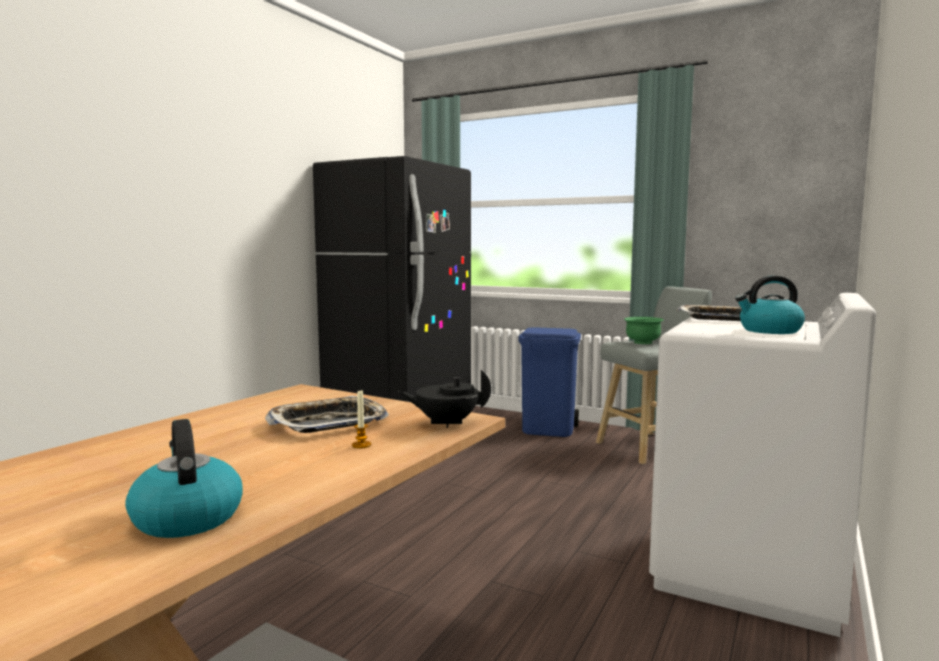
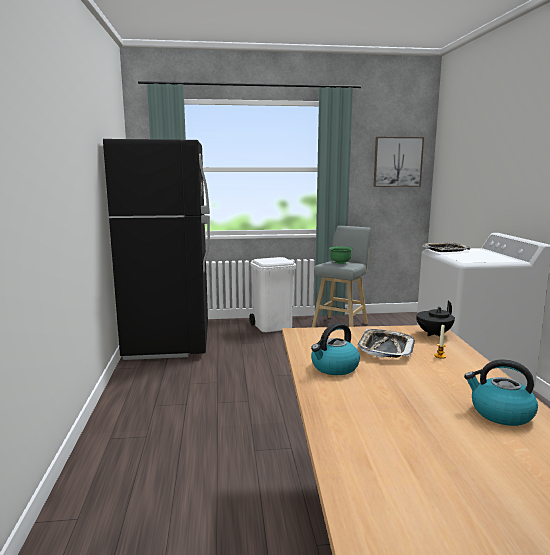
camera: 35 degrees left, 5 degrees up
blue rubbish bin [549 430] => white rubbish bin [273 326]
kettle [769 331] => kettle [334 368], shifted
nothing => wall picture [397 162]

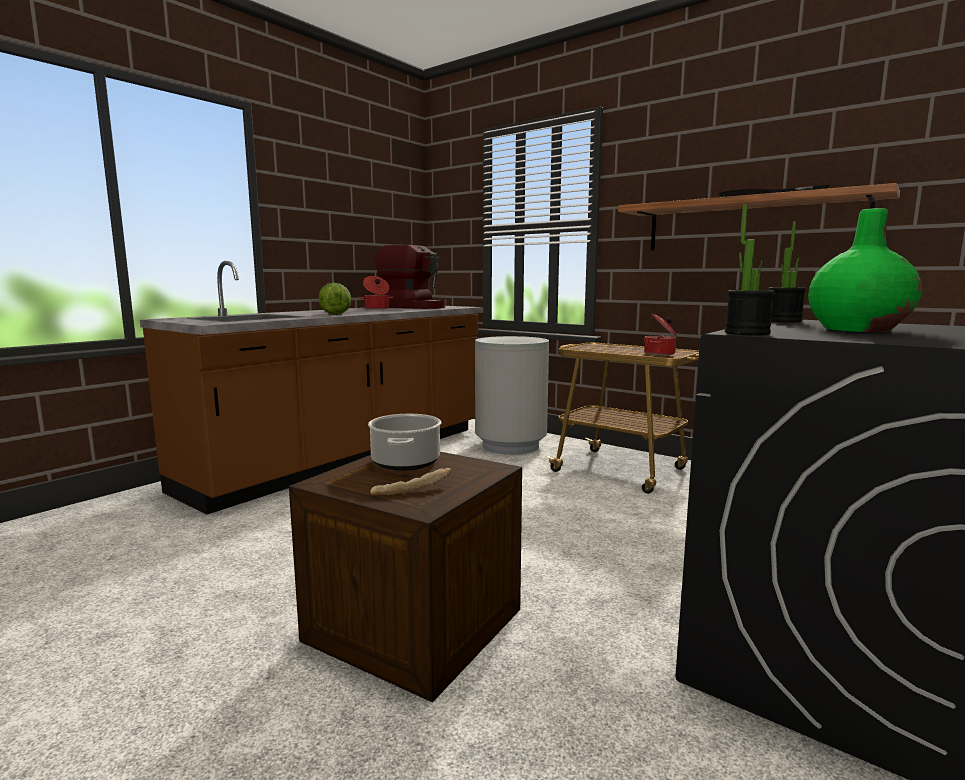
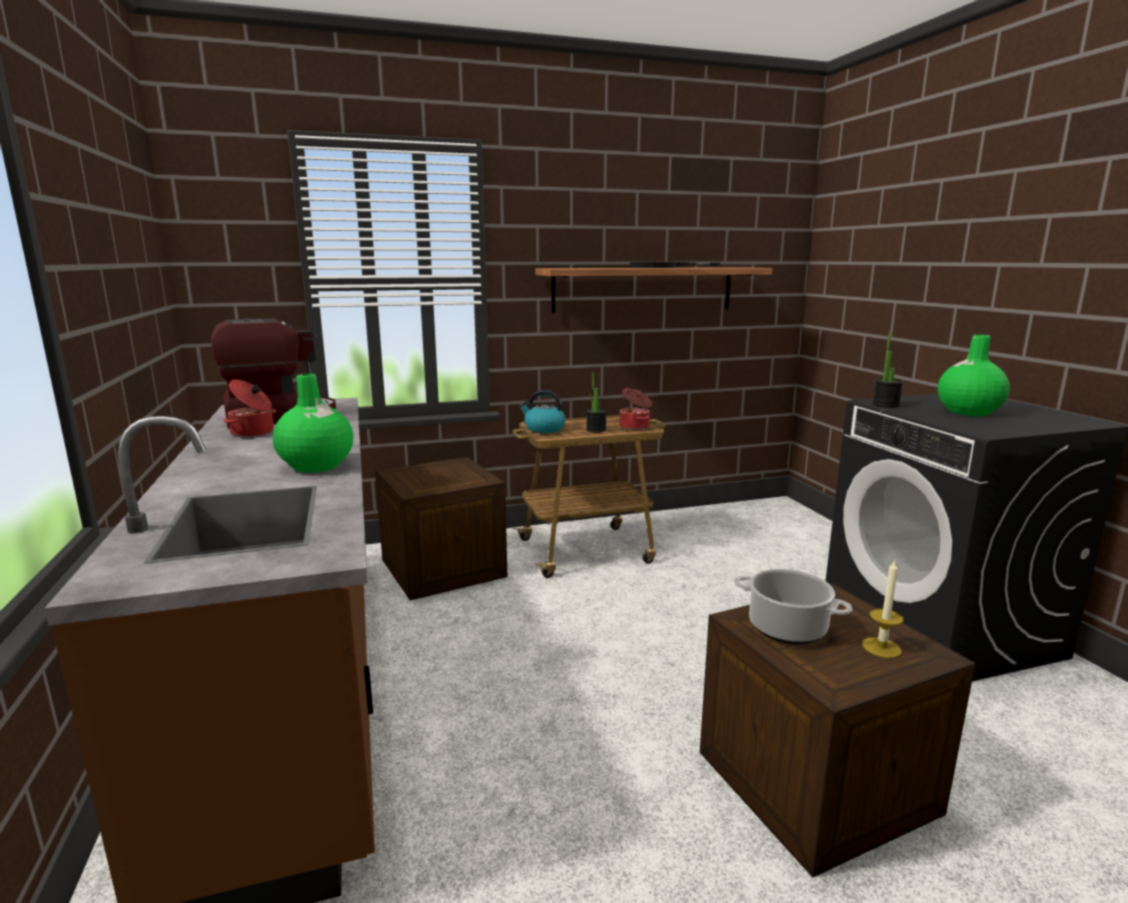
camera: 55 degrees left, 5 degrees up
head of lettuce [335 314] => green vase [316 466]
baked bread [412 490] => wax candle [881 647]
gray rubbish bin [511 446] => crate [443 568]
potted plant [747 333] => potted plant [596 430], shifted
nothing => kettle [544 429]

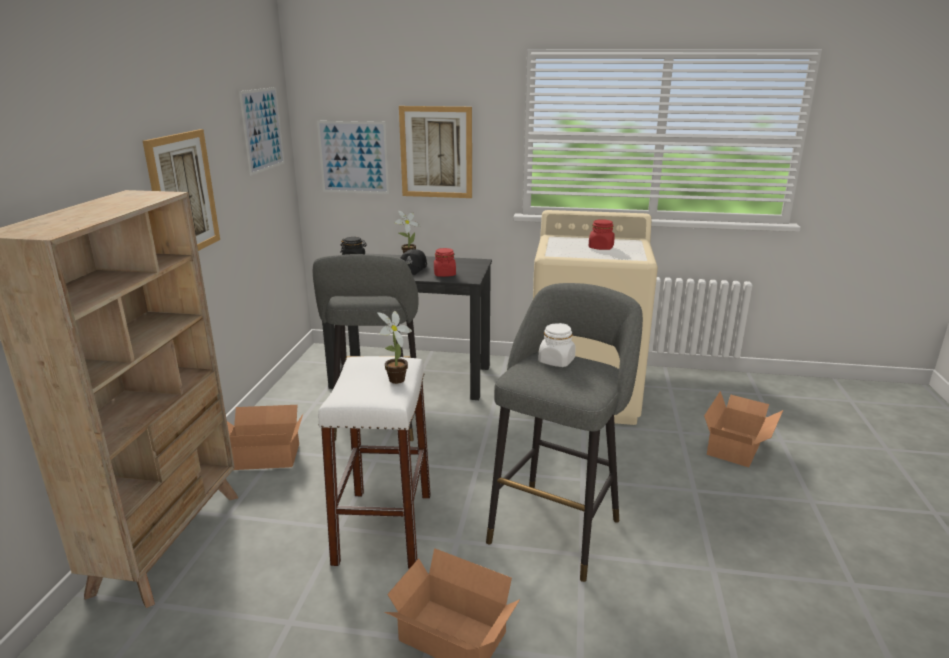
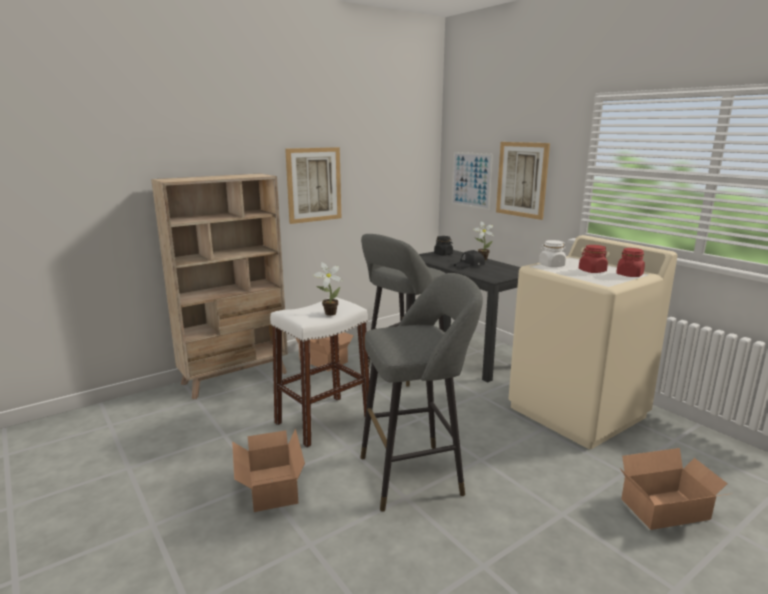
camera: 45 degrees right, 5 degrees down
wall picture [262 130] => nothing
reddish jar [444 274] => reddish jar [629 275], shifted
white jar [556 361] => white jar [551 265], shifted

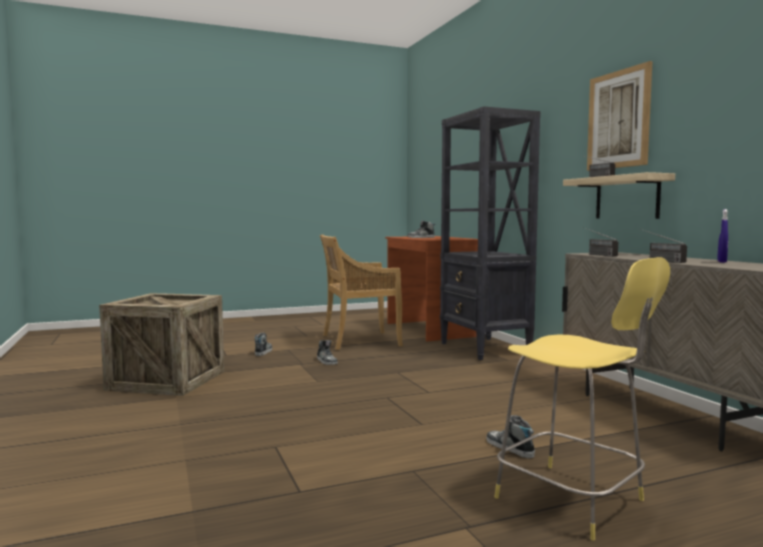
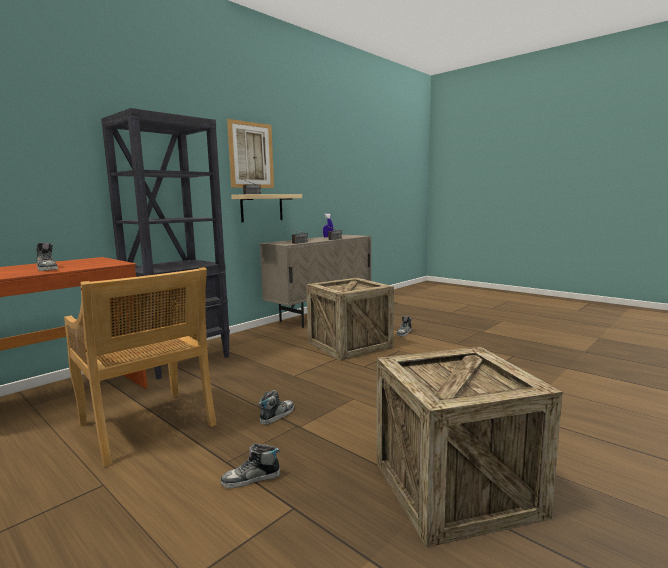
camera: 115 degrees left, 5 degrees up
yellow stool [574 501] => nothing
nothing => crate [349 345]

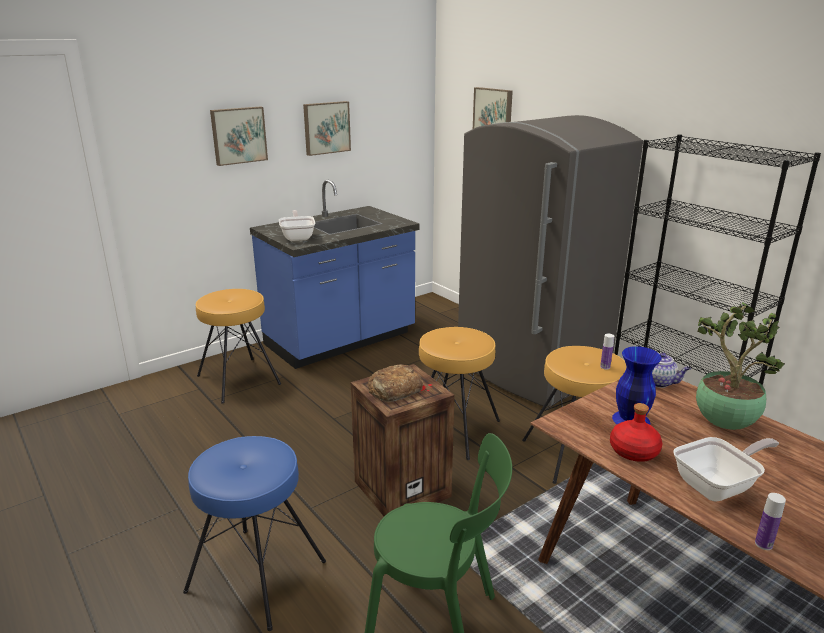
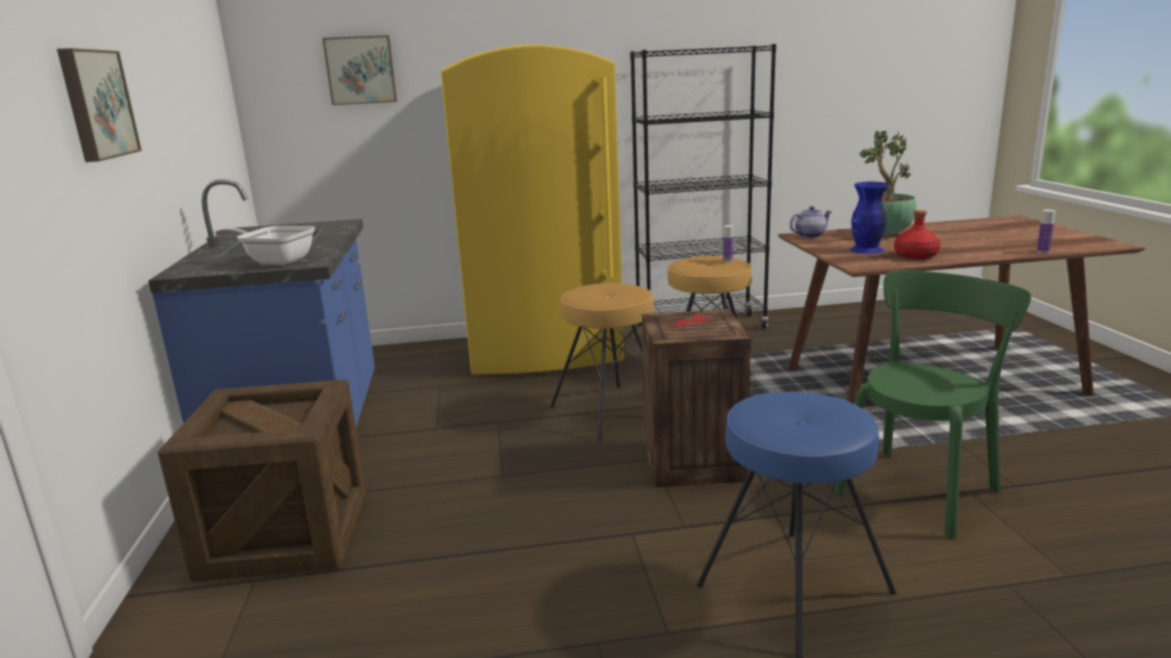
camera: 60 degrees left, 5 degrees down
brown-coloured stool [239 379] => crate [285 534]
wall picture [326 127] => nothing
baked bread [394 389] => nothing
gray refrigerator [530 370] => yellow refrigerator [545 351]
pan [719 486] => nothing

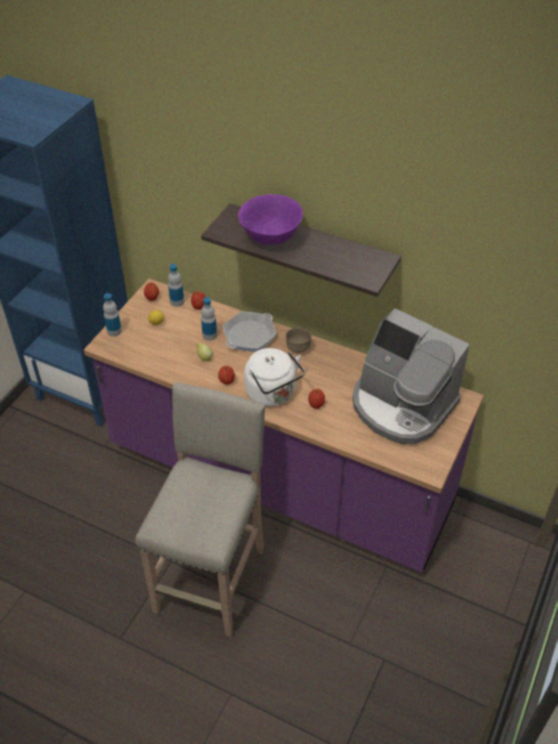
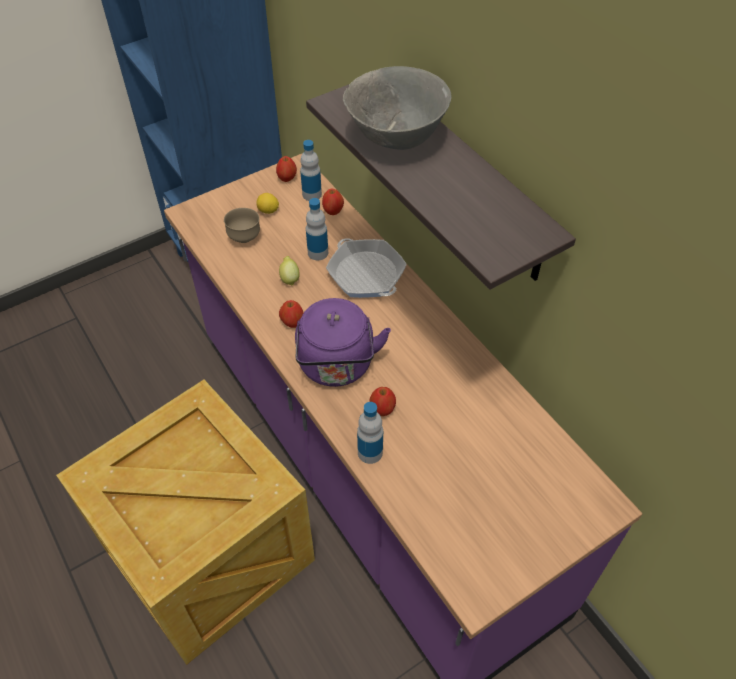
camera: 30 degrees right, 5 degrees up
drink bottle [114 331] => drink bottle [370 452], shifted
beige stool [212 577] => crate [212 553]
pan [249 335] => pan [366 274], 75 degrees clockwise
purplish deep dish [271 238] => gray deep dish [396 139]
white kettle [273 394] => purplish kettle [337 366]
brown-coloured deep dish [298 349] => brown-coloured deep dish [244 237], shifted
coffee machine [401 406] => nothing

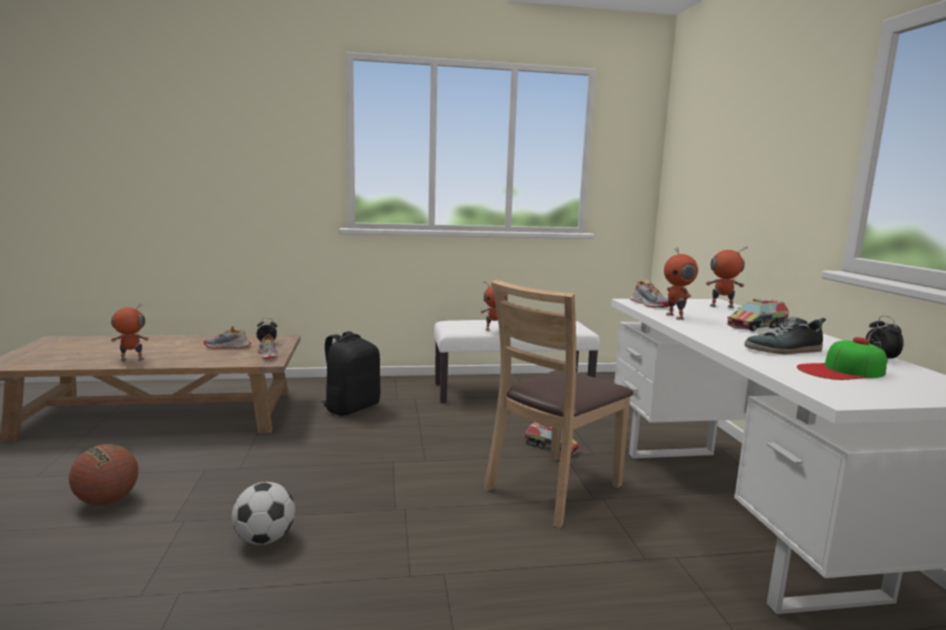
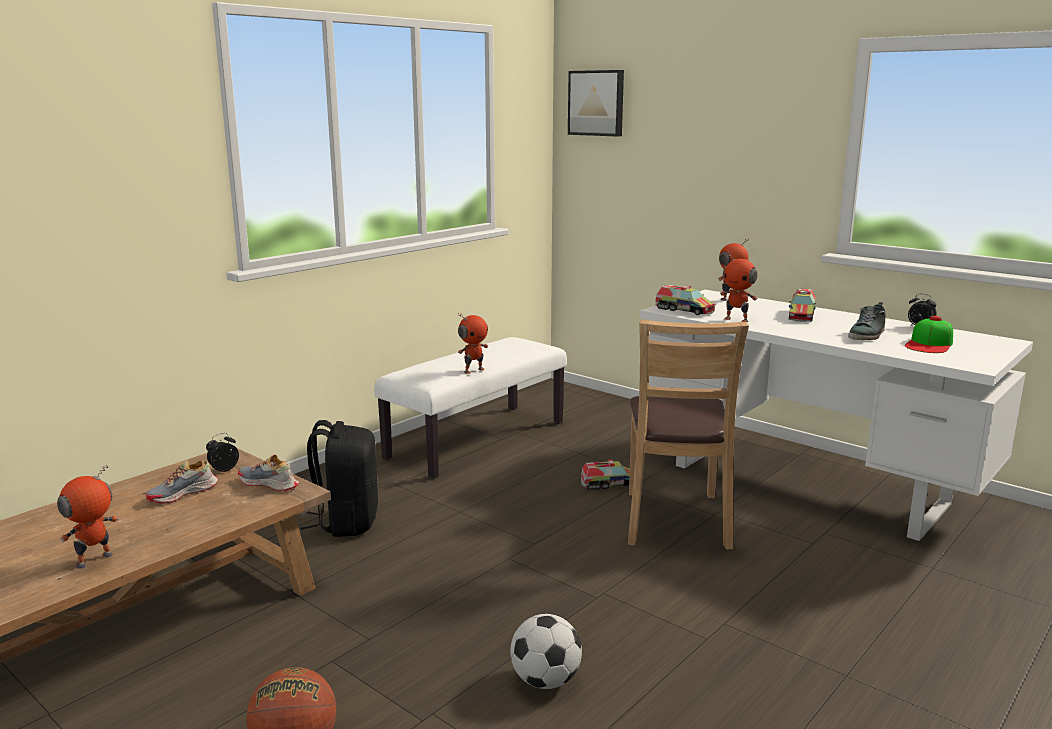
camera: 40 degrees left, 5 degrees up
item of footwear [649 304] => model truck [684 310]
nothing => wall picture [597 103]

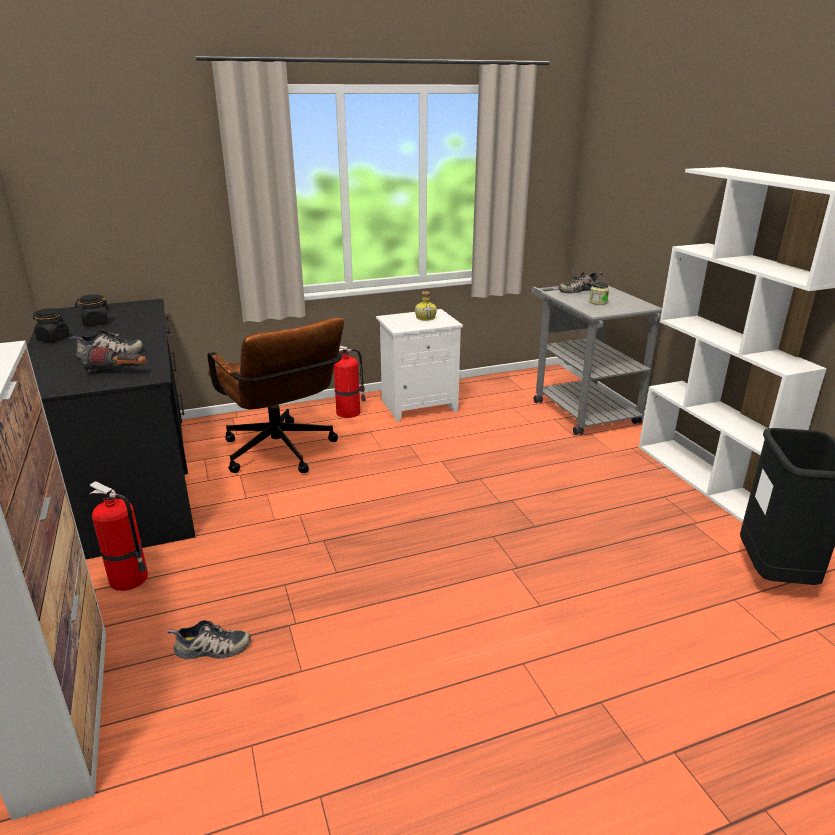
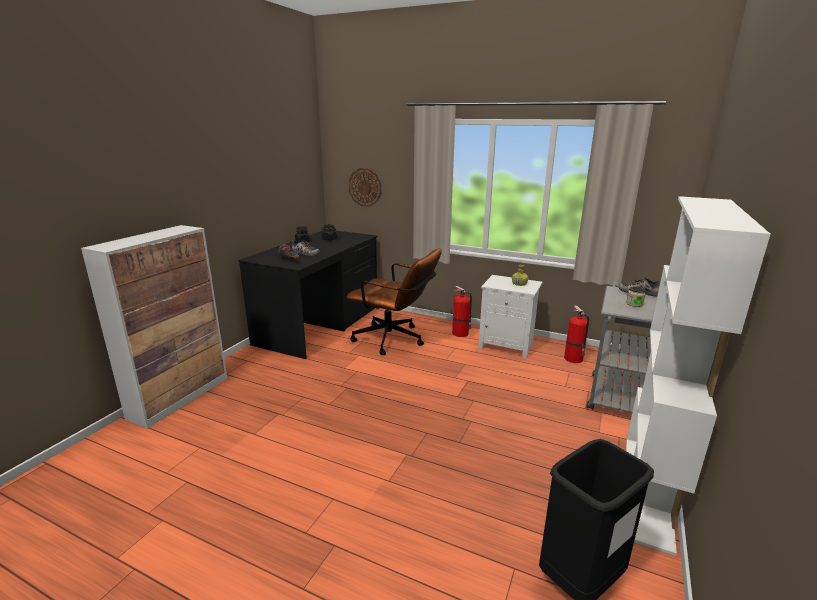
camera: 45 degrees right, 5 degrees down
fire extinguisher [130 579] => fire extinguisher [574 359], shifted
item of footwear [211 649] => nothing
brown-coloured computer chair [282 454] => brown-coloured computer chair [394 340], 75 degrees counterclockwise
nothing => hanging clock [365 187]

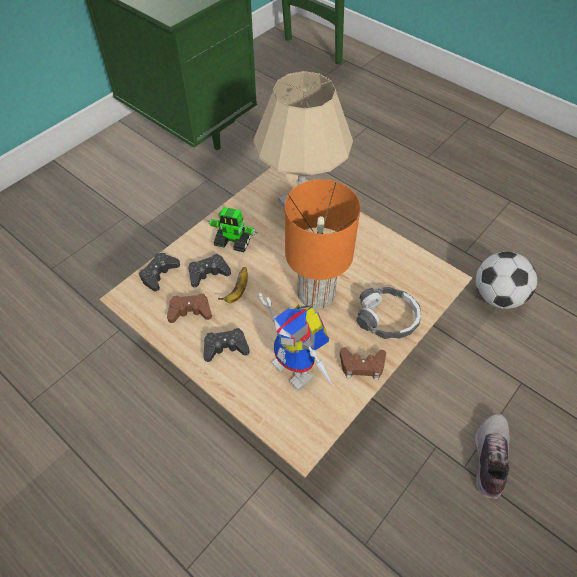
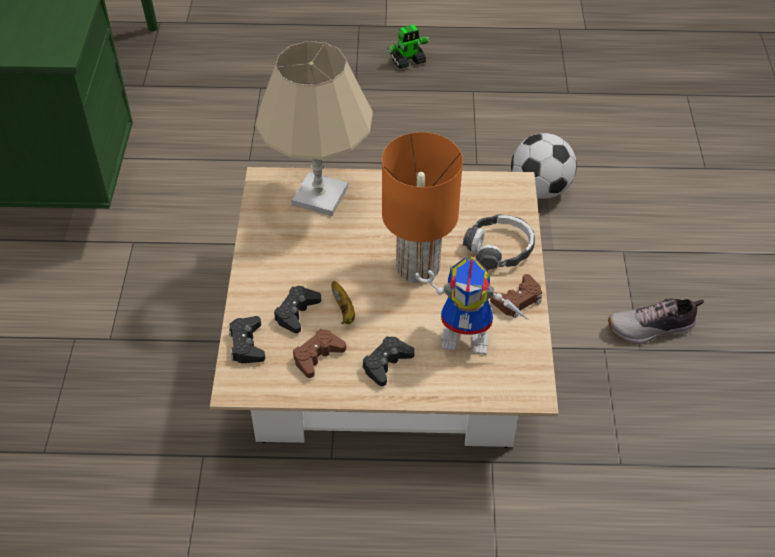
camera: 40 degrees left, 5 degrees down
toy robot [234 241] => toy robot [408 60], shifted
item of footwear [489 458] => item of footwear [651 329], 75 degrees counterclockwise

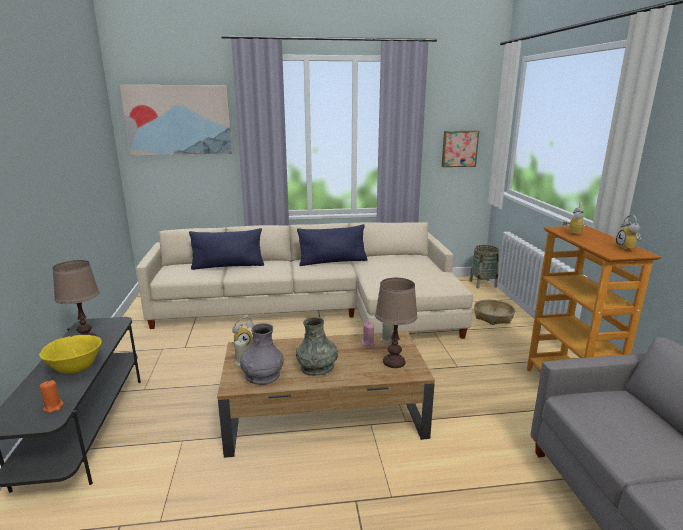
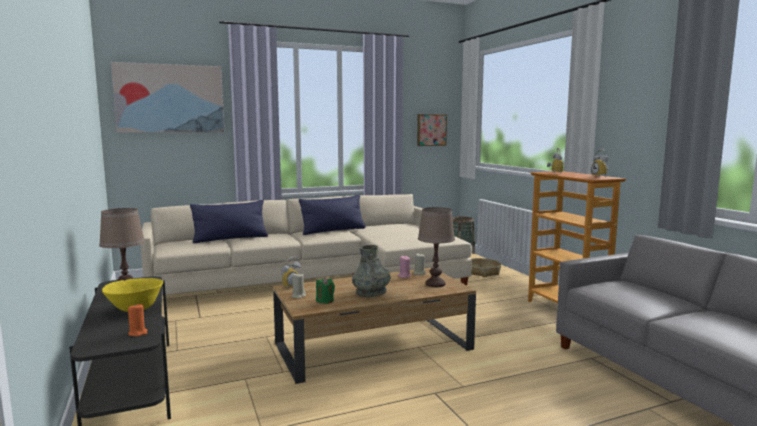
camera: 15 degrees left, 10 degrees down
gray vase [262 375] => green wax candle [325 301]

